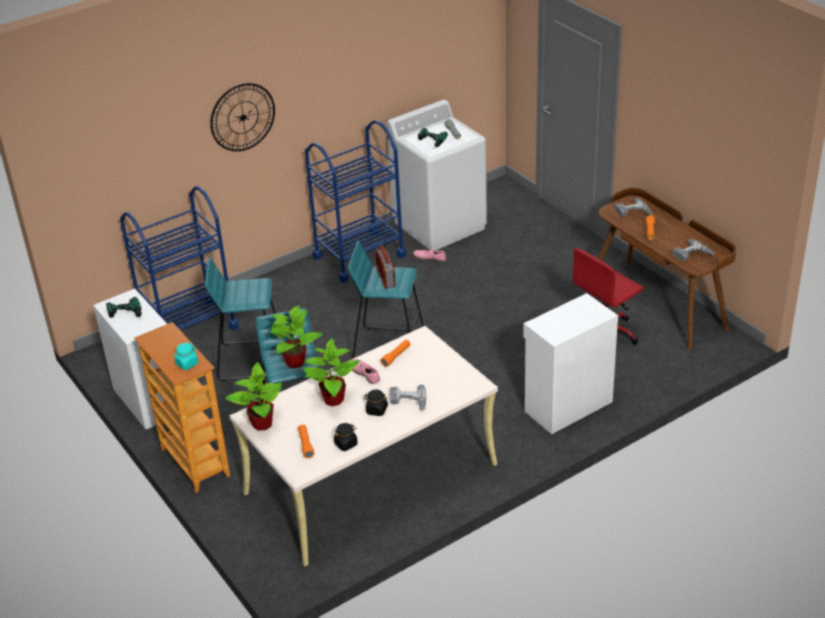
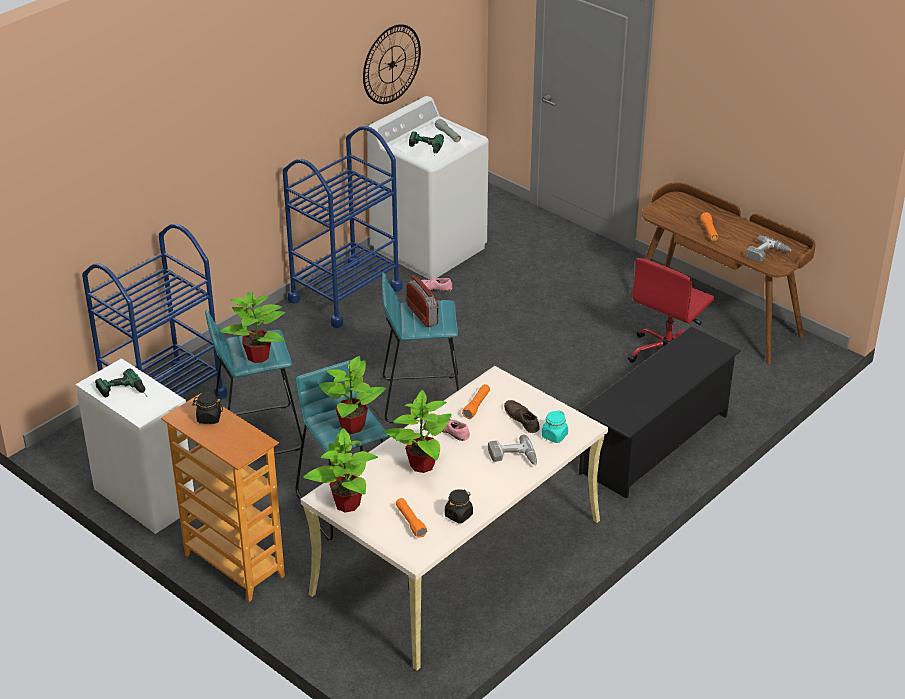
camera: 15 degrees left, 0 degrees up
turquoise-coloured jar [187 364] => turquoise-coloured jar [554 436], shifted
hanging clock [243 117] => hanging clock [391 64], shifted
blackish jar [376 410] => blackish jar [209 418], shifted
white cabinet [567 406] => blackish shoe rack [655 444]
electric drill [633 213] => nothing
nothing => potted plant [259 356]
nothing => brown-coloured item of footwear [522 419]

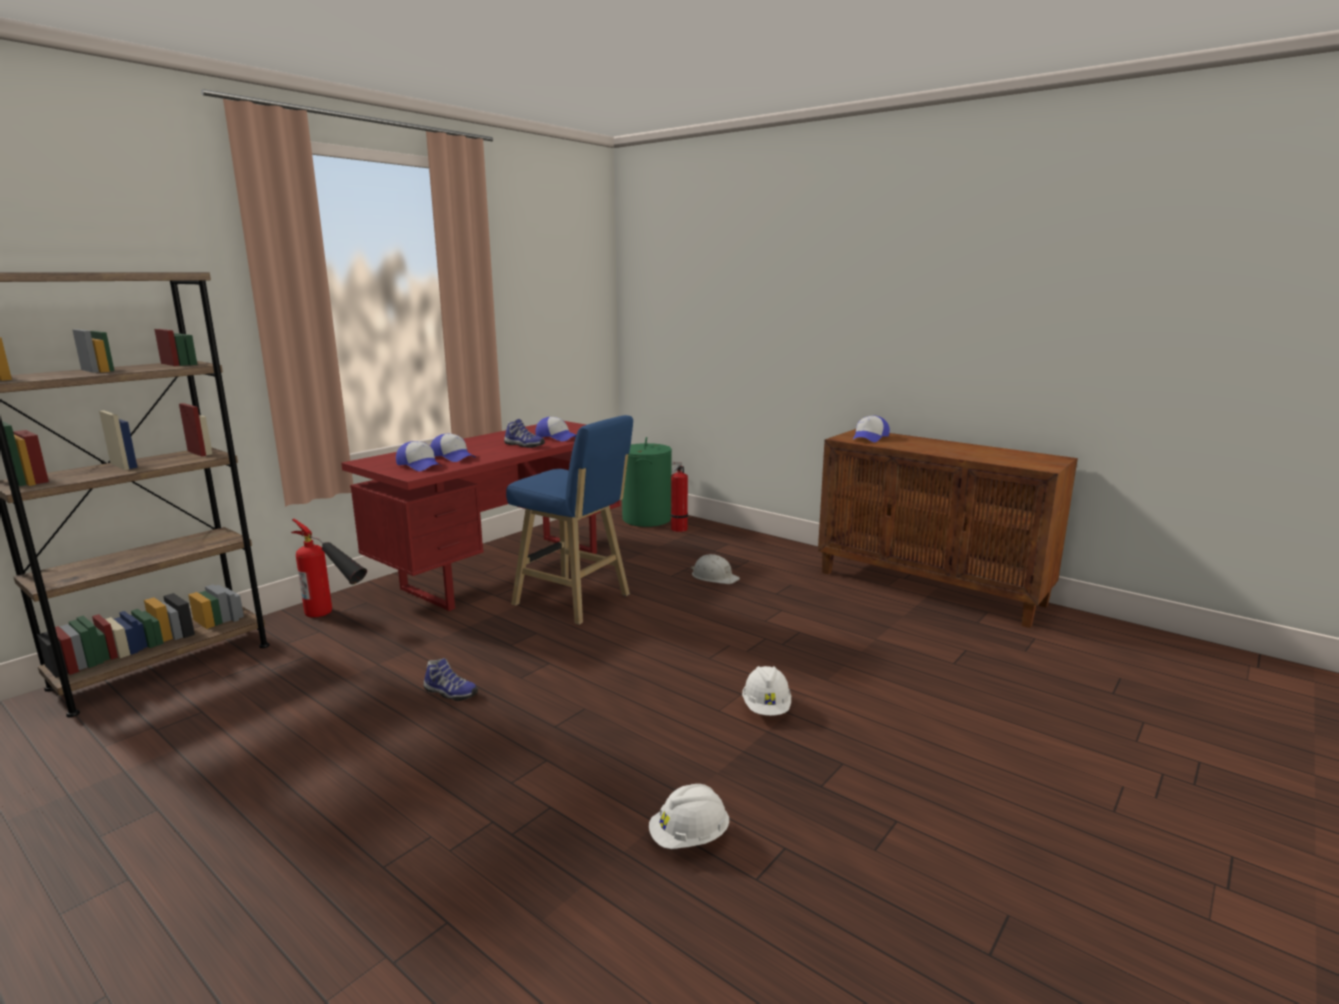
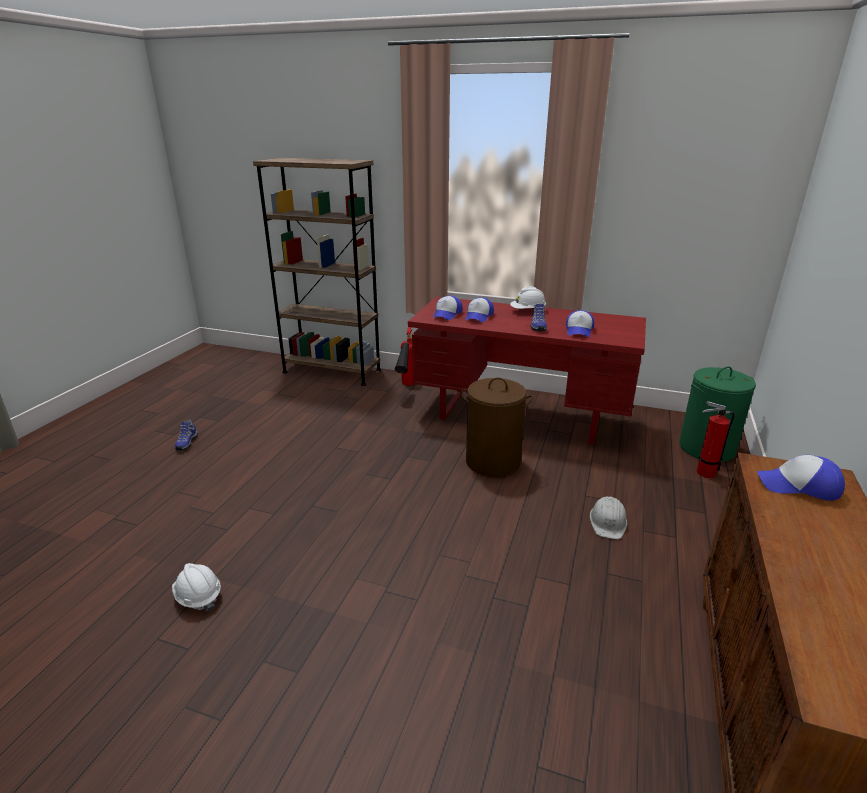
camera: 70 degrees right, 10 degrees up
item of footwear [449 693] => item of footwear [186 443], shifted
blue stool [575 601] => brown-coloured laundry basket [492 462]
white safety helmet [766 708] => white safety helmet [528 311], shifted

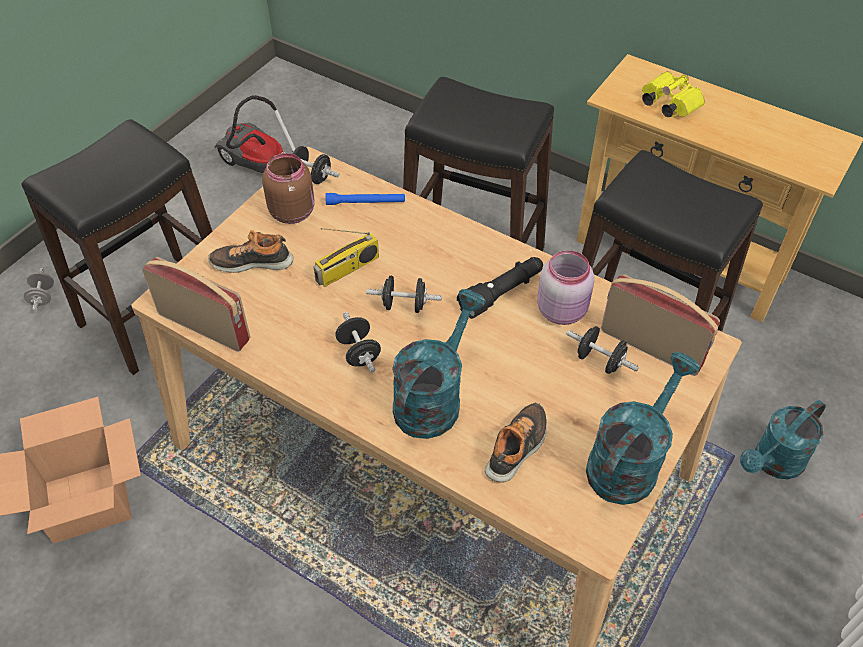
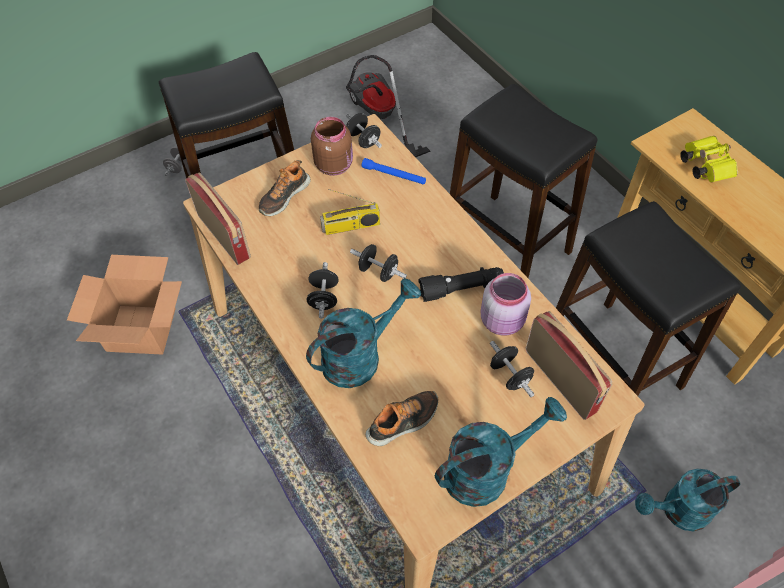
camera: 25 degrees right, 5 degrees up
item of footwear [252 262] => item of footwear [284 196], 75 degrees counterclockwise

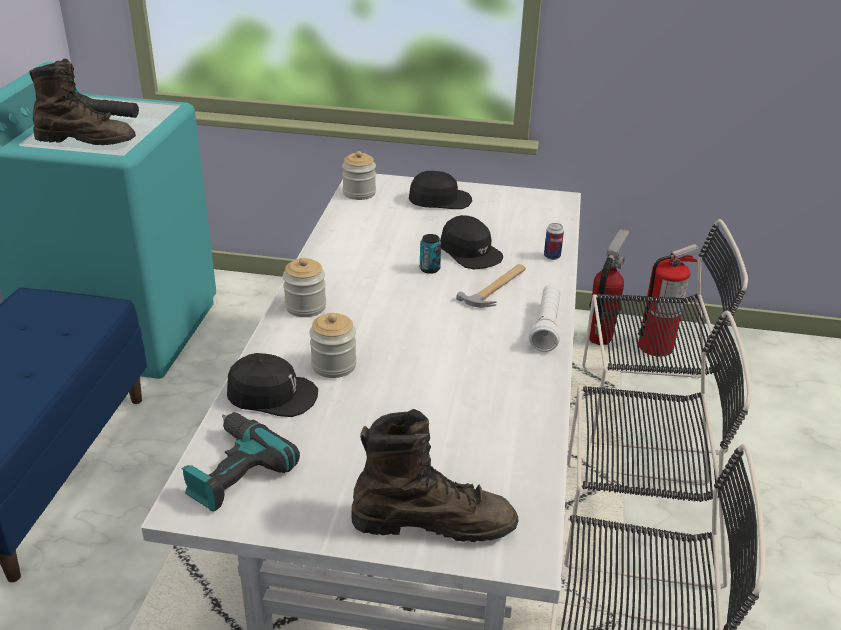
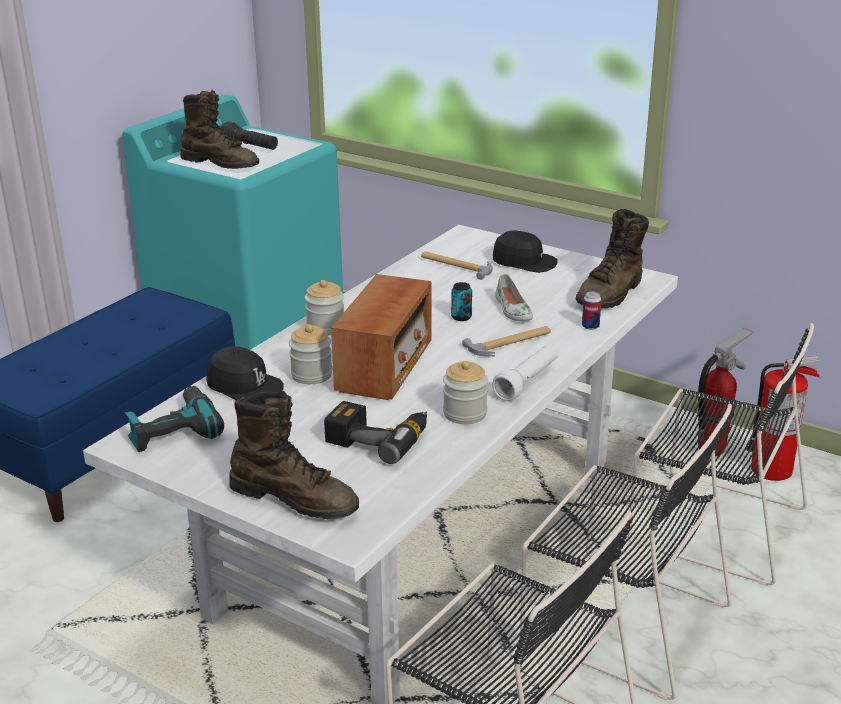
camera: 25 degrees right, 5 degrees down
jar [359 193] => jar [465 413], shifted
blackish cap [470 252] => white item of footwear [512 310]
nothing => electric drill [379 438]
nothing => radio [385 366]
nothing => hammer [456 266]
nothing => brown-coloured high-top boot [611 294]

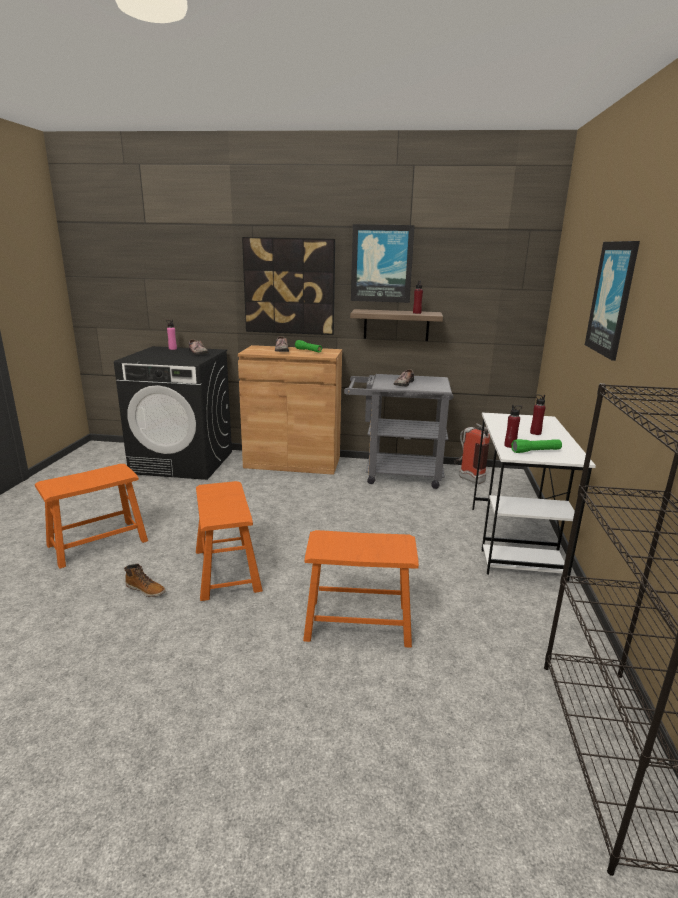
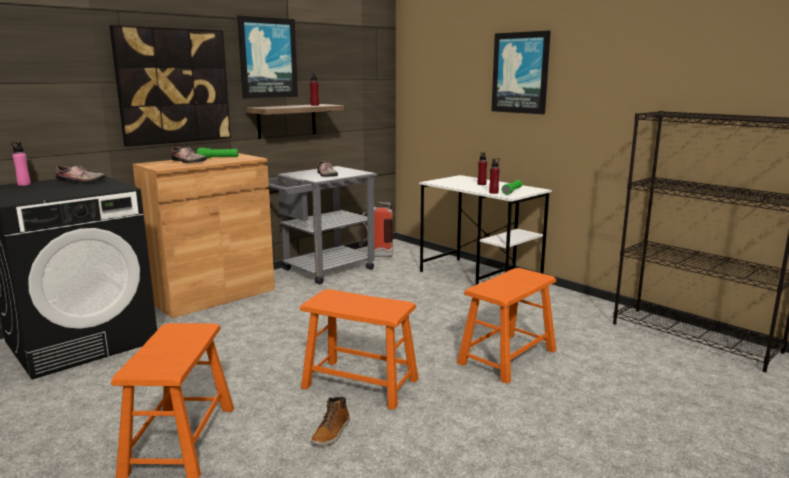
camera: 50 degrees left, 5 degrees down
high-top boot [146 589] => high-top boot [332 433], 135 degrees clockwise

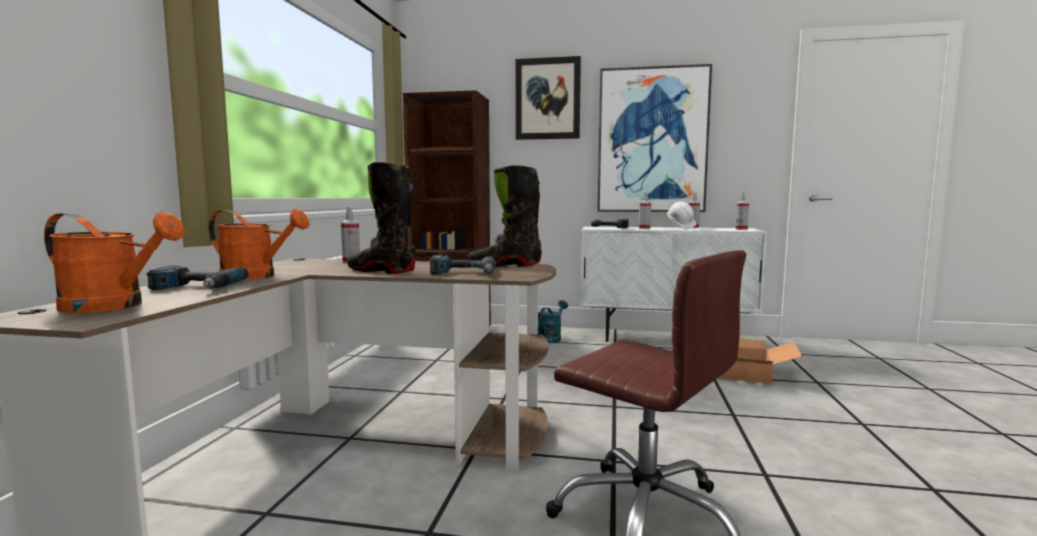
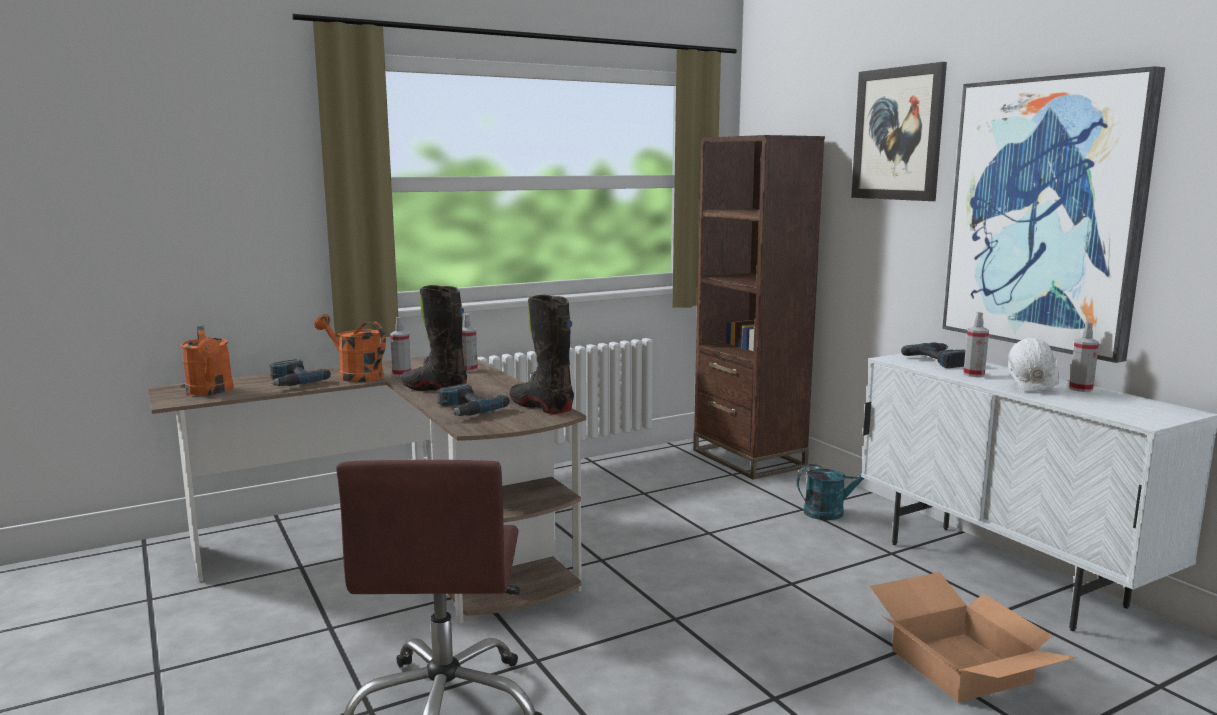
camera: 50 degrees right, 5 degrees up
orange-coloured watering pot [256 276] => orange-coloured watering pot [355 375], 150 degrees clockwise
blackish high-top boot [381 271] => blackish high-top boot [434 389], 45 degrees counterclockwise
spray bottle [741 229] => spray bottle [401 374], shifted

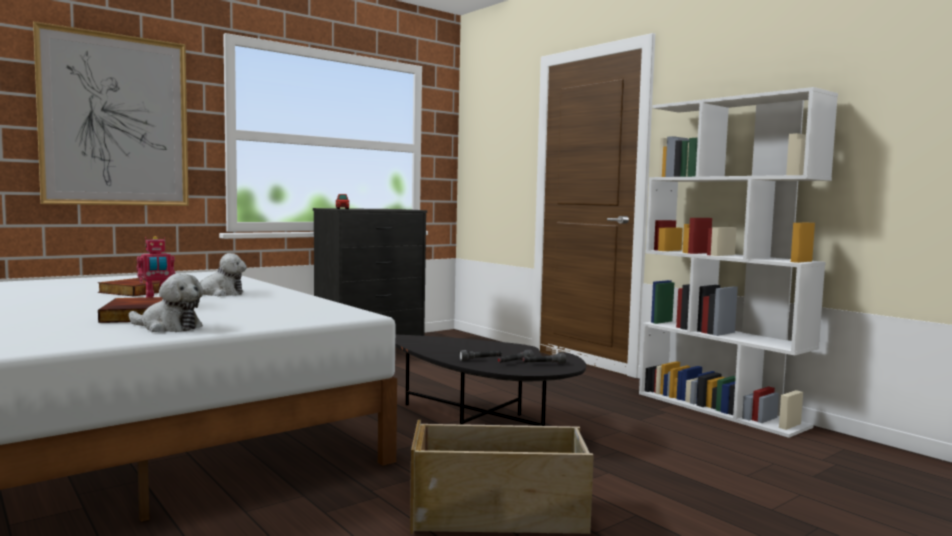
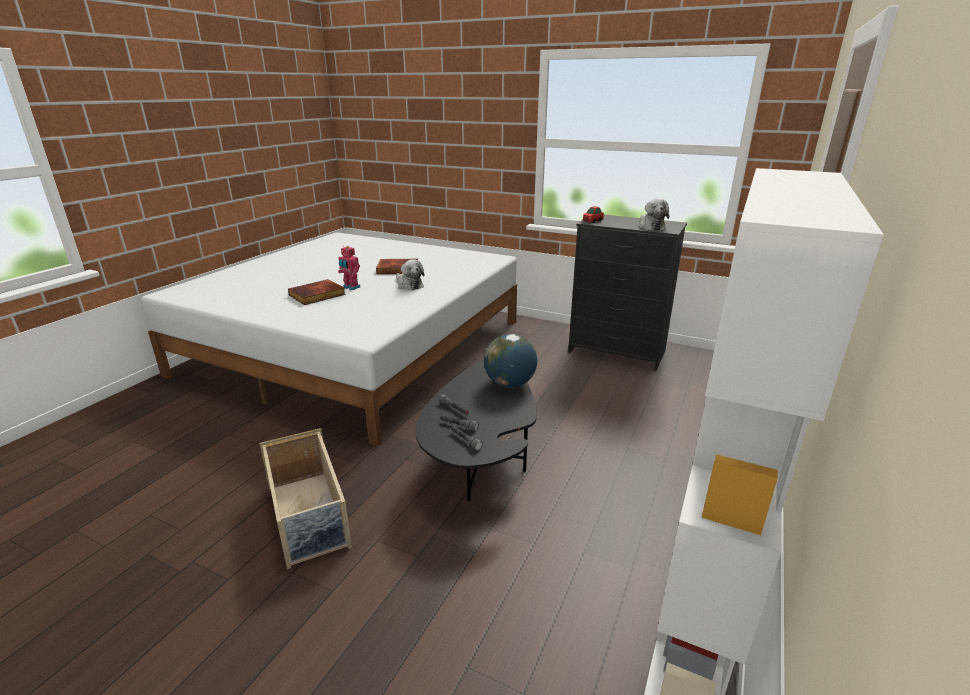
camera: 65 degrees right, 20 degrees up
wall picture [115 120] => nothing
plush toy [168 327] => plush toy [650 226], shifted
nothing => globe [510 384]

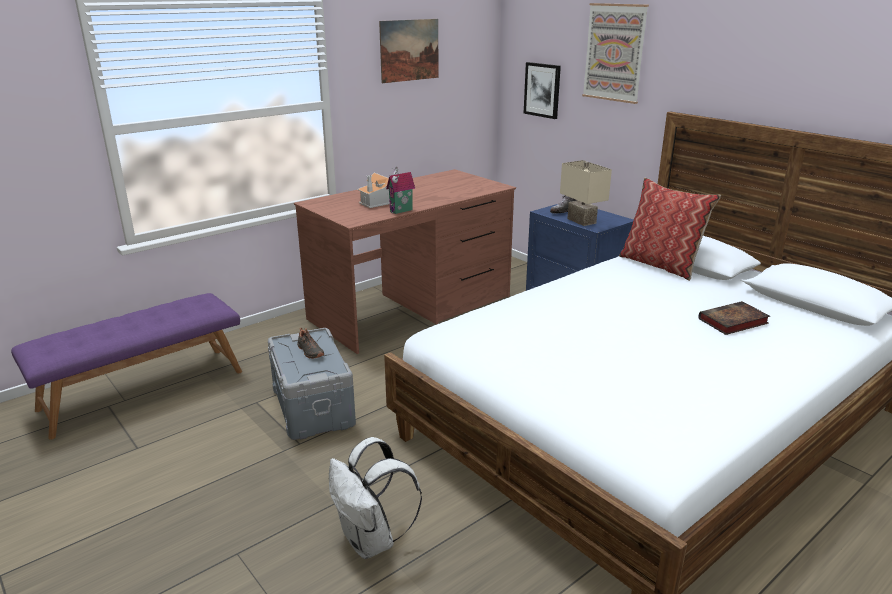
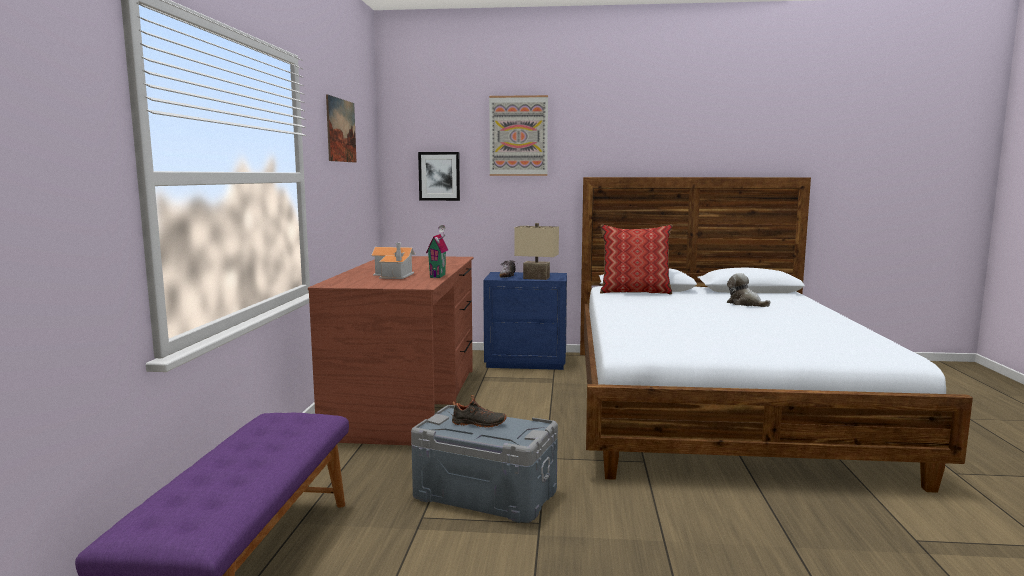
camera: 45 degrees left, 15 degrees down
white knapsack [371 541] => nothing
bound book [732 322] => plush toy [745 304]

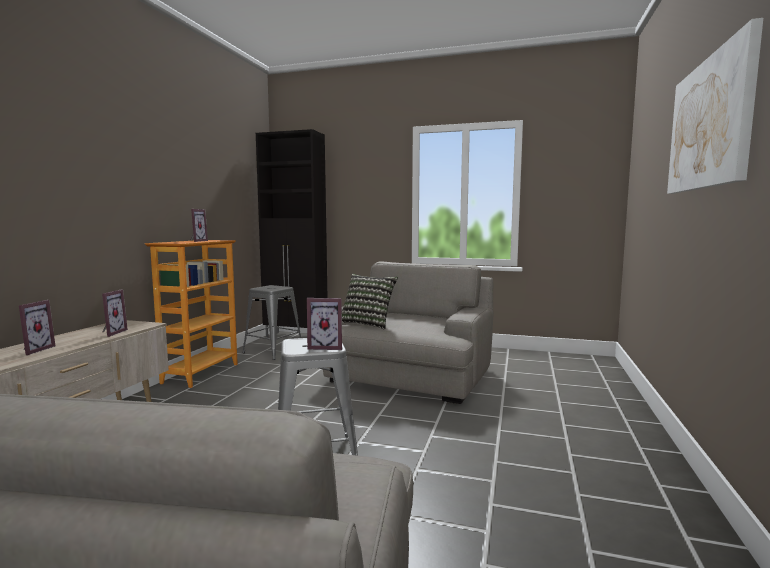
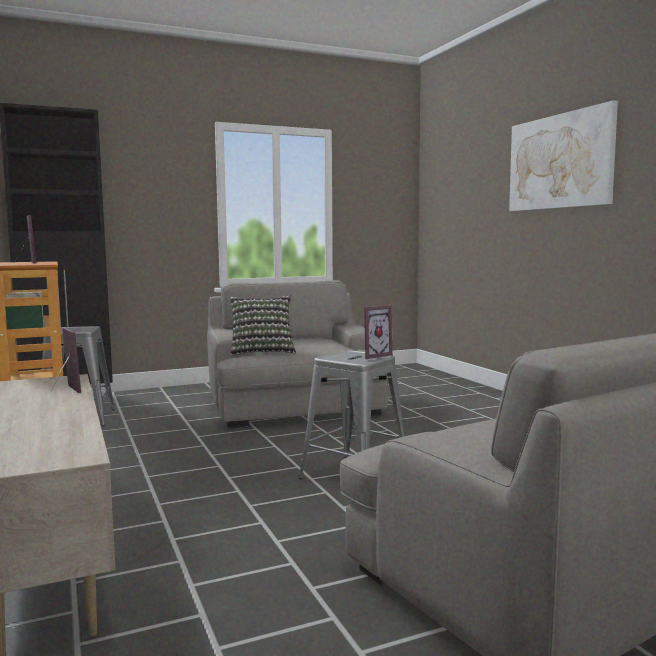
camera: 40 degrees left, 0 degrees up
standing frame [33 350] => nothing

